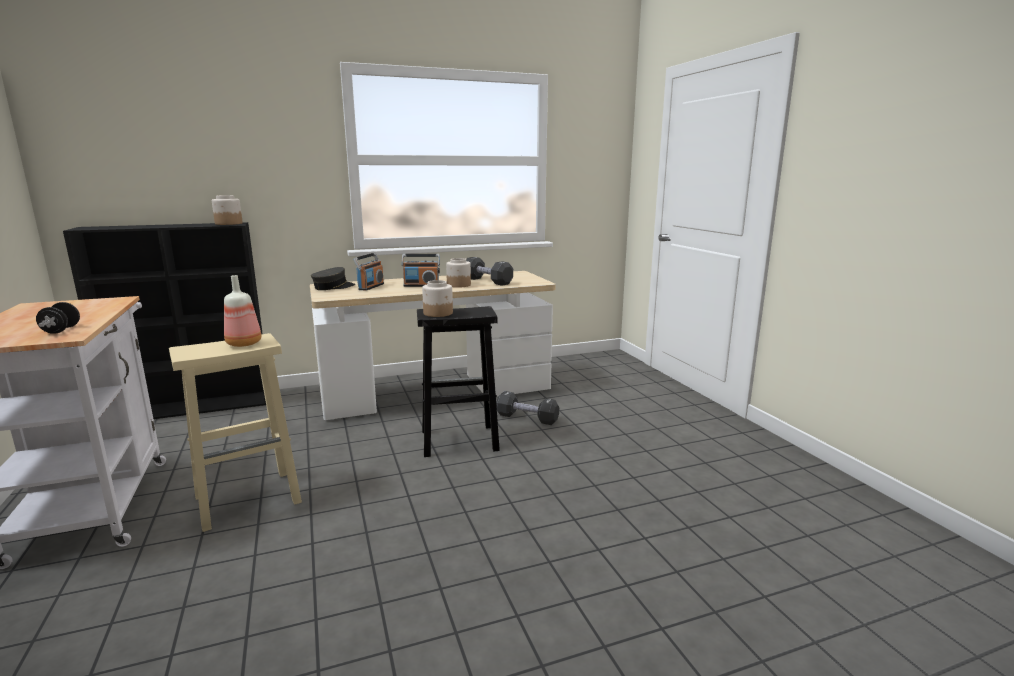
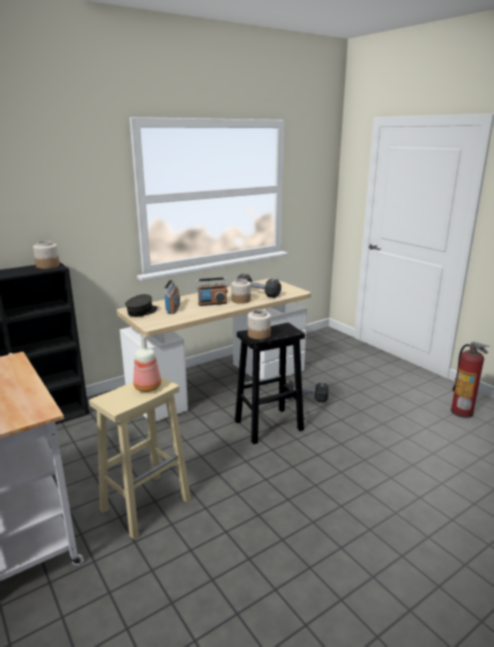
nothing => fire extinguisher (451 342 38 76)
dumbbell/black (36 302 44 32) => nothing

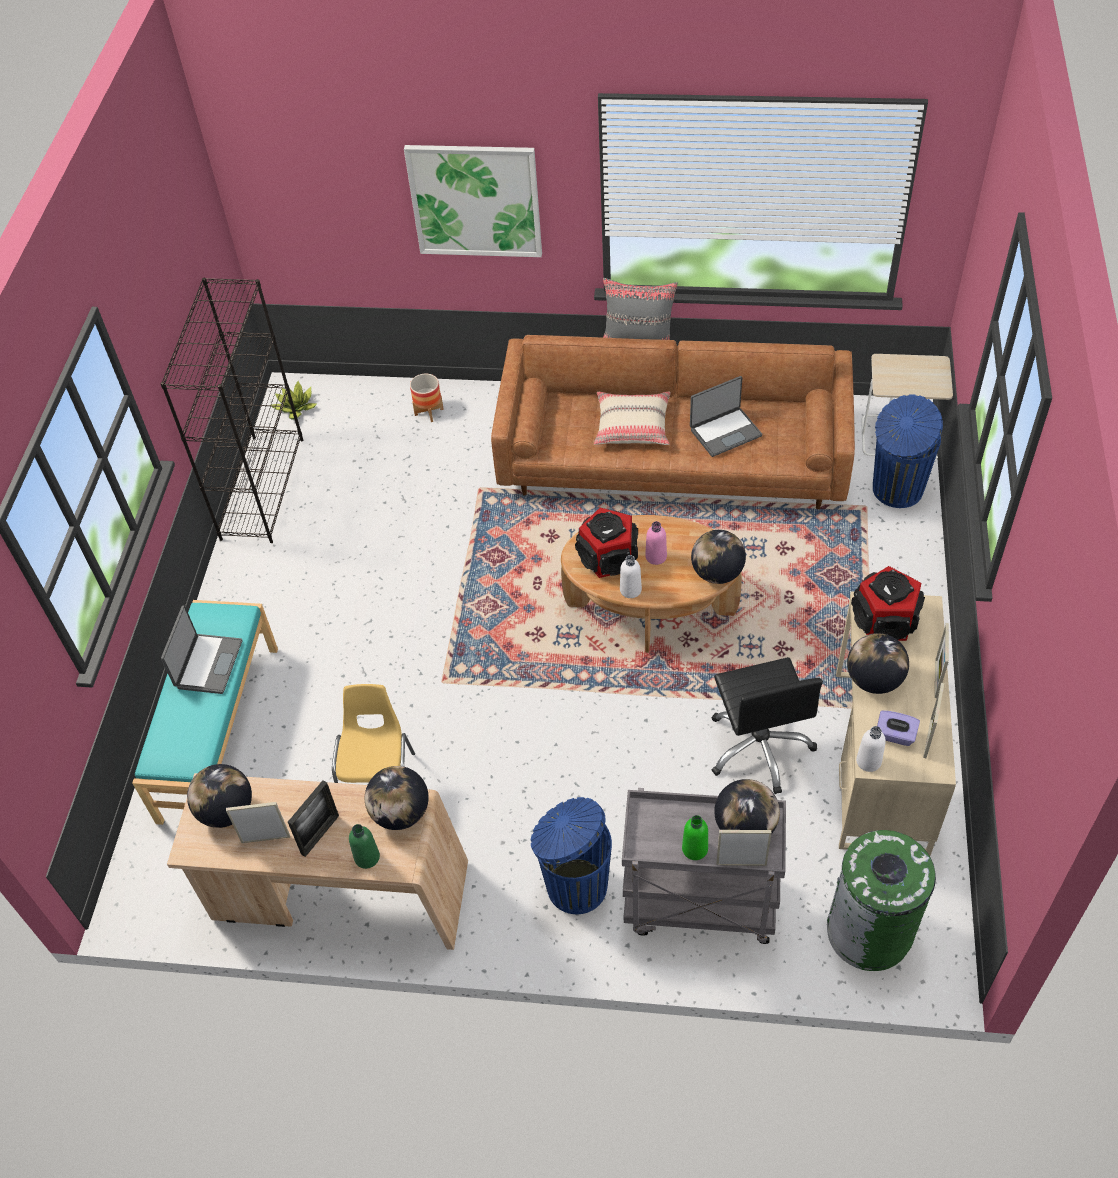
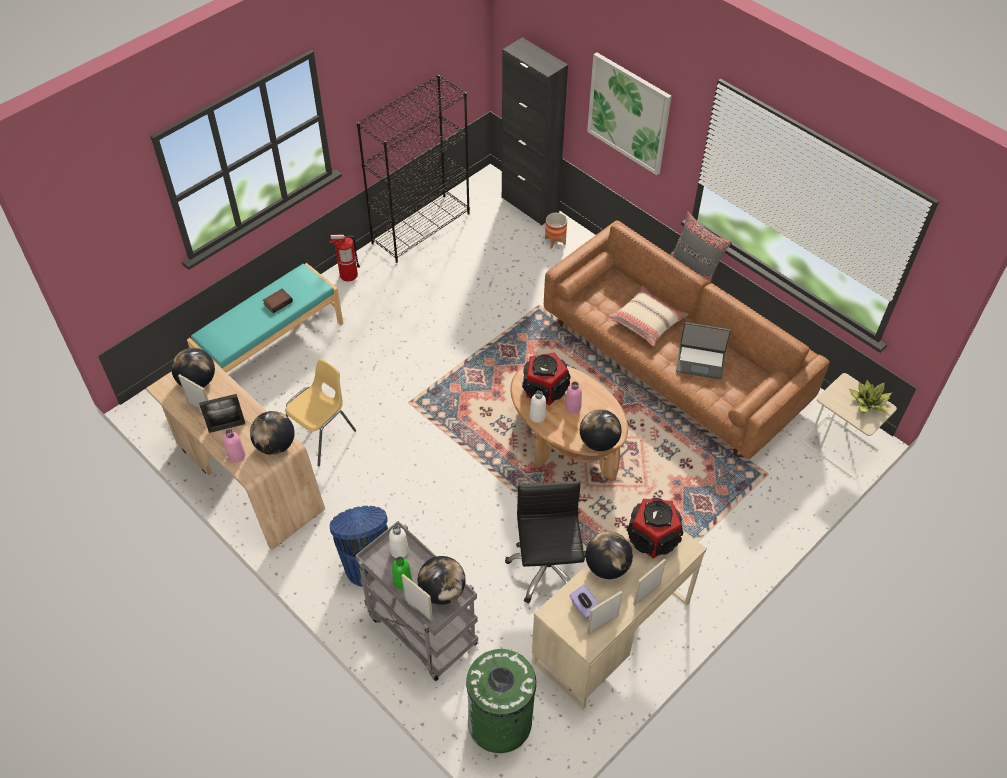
bottle/green (349 824 31 45) => bottle/pink (224 429 22 34)
laptop (161 605 81 89) => book (263 288 30 25)
nothing => fire extinguisher (330 235 30 46)
bottle/white (856 726 30 46) => bottle/white (389 525 20 33), relocated
nothing => cabinet/black (502 37 66 189)
office chair/black (711 657 112 137) => office chair/black (505 481 81 123), 150 degrees clockwise
potted plant (271 381 46 39) => potted plant (849 380 43 33), relocated
trash can/blue (873 395 70 113) => nothing

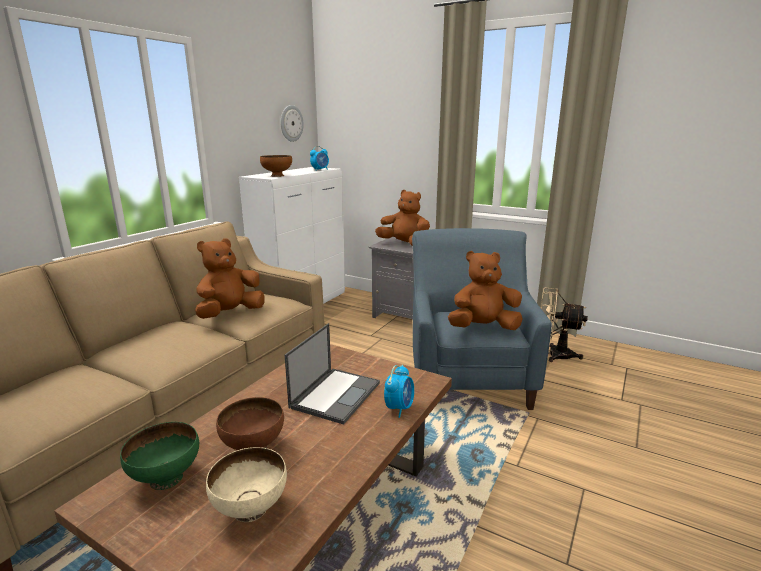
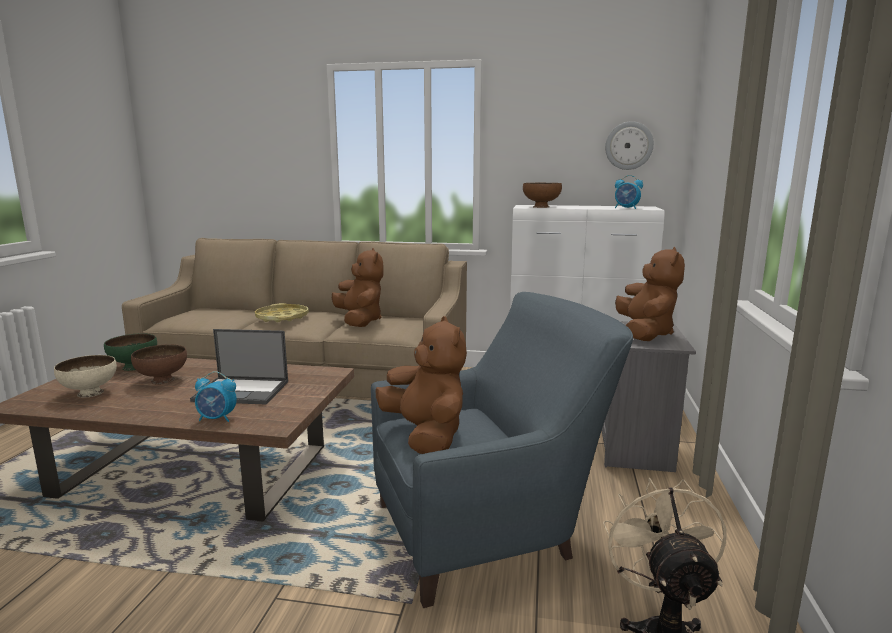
nothing => tray/yellow (255 303 54 19)
plush toy/brown (195 238 69 81) => plush toy/brown (332 248 52 79), 45 degrees clockwise

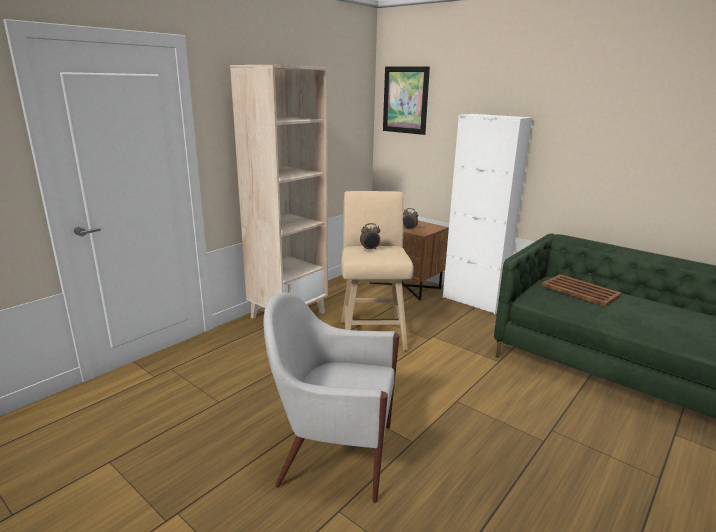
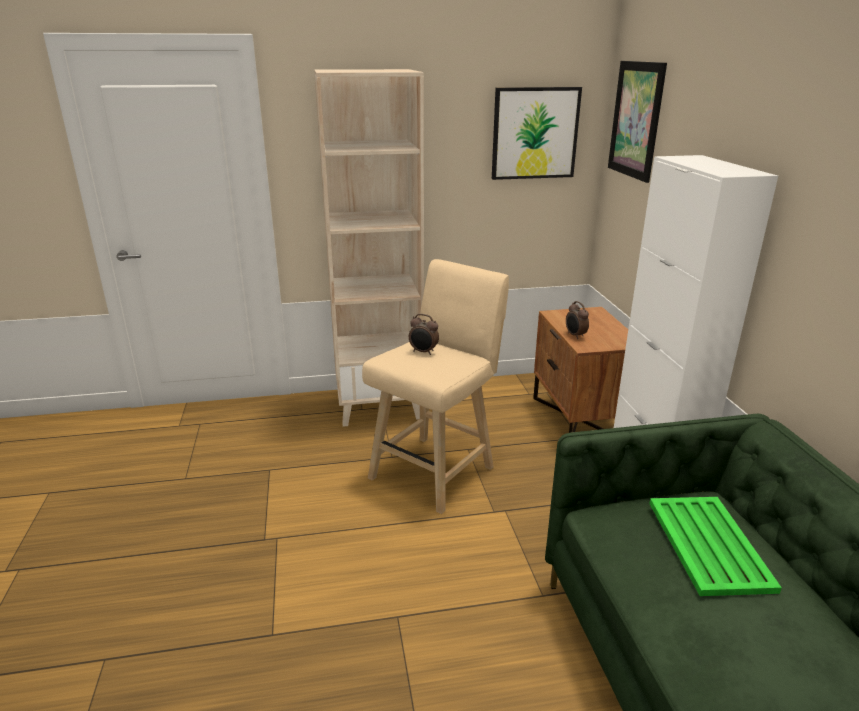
nothing => picture (492 87 90 93)
tray/brown (542 274 80 33) => tray/green (649 497 133 99)
armchair/white (263 292 136 211) => nothing

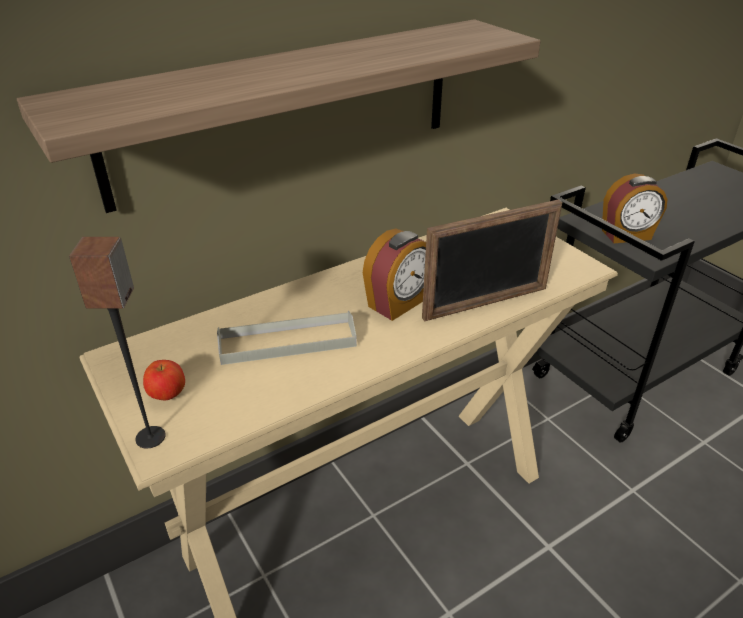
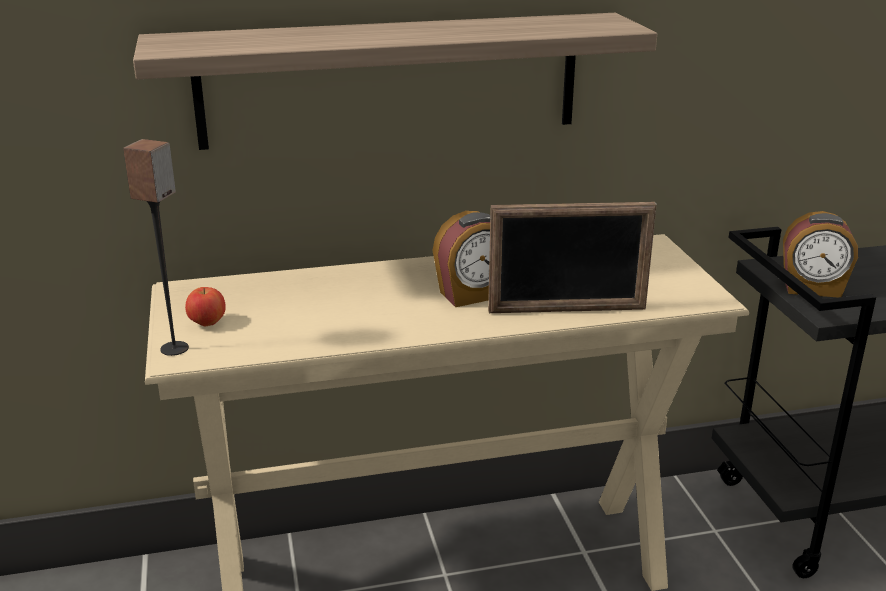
tray/grey (217 311 140 54) => nothing

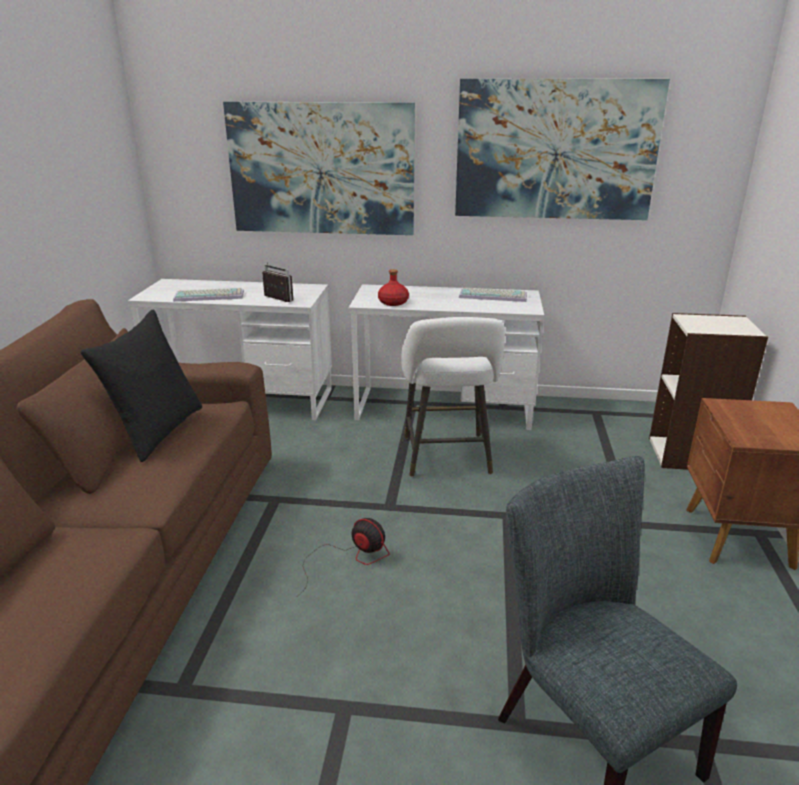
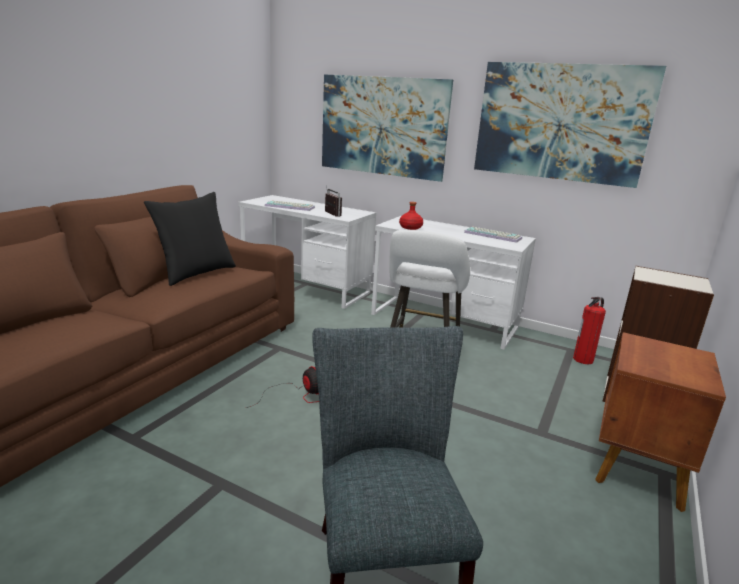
nothing => fire extinguisher (573 297 33 68)

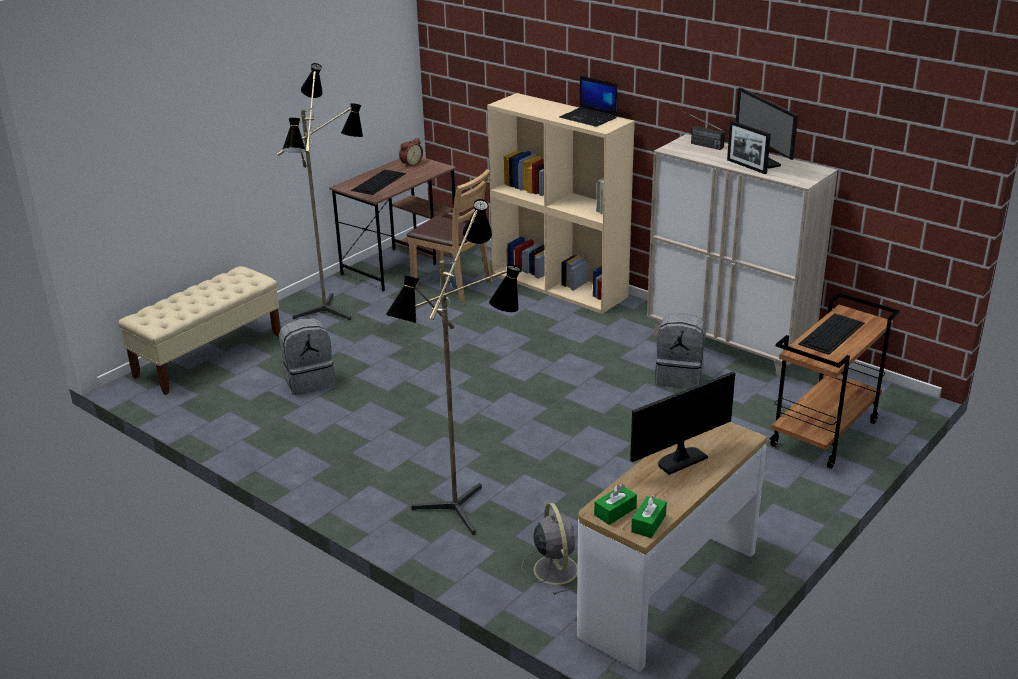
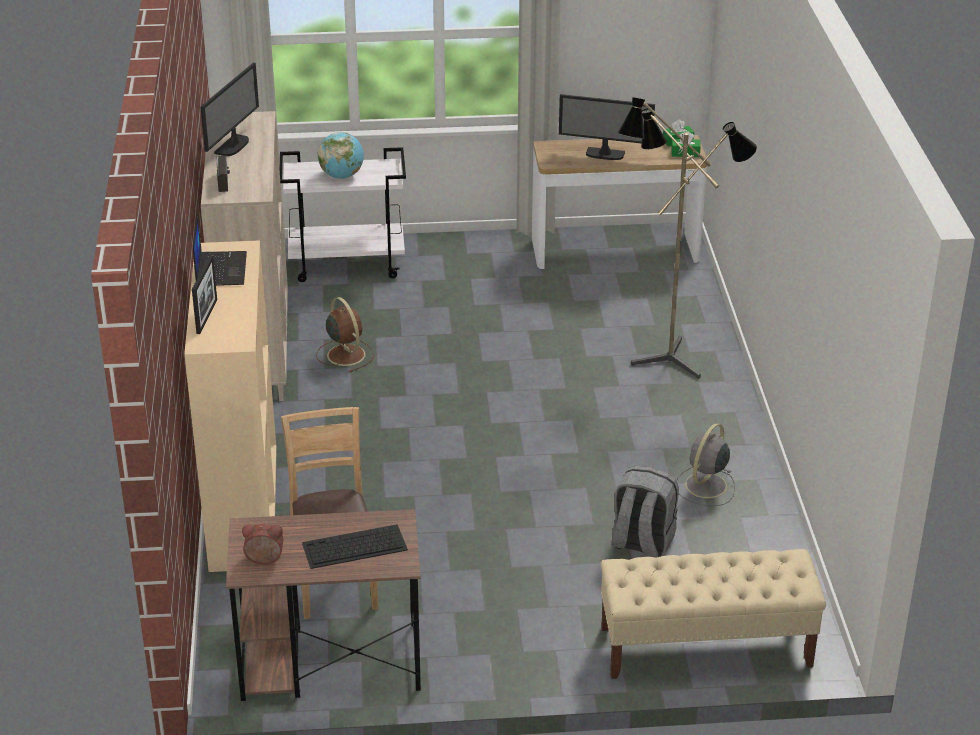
picture frame (727 121 44 53) => picture frame (192 256 25 78), relocated
cart/brown (770 292 130 177) => cart/white (279 147 127 135)
backpack/grey (655 314 51 75) => fan/brown (316 297 58 75)
keyboard (798 313 67 42) => globe (318 132 46 47)
fan/grey (521 503 57 92) => fan/grey (676 423 59 83), relocated
floor lamp (277 63 86 257) => nothing

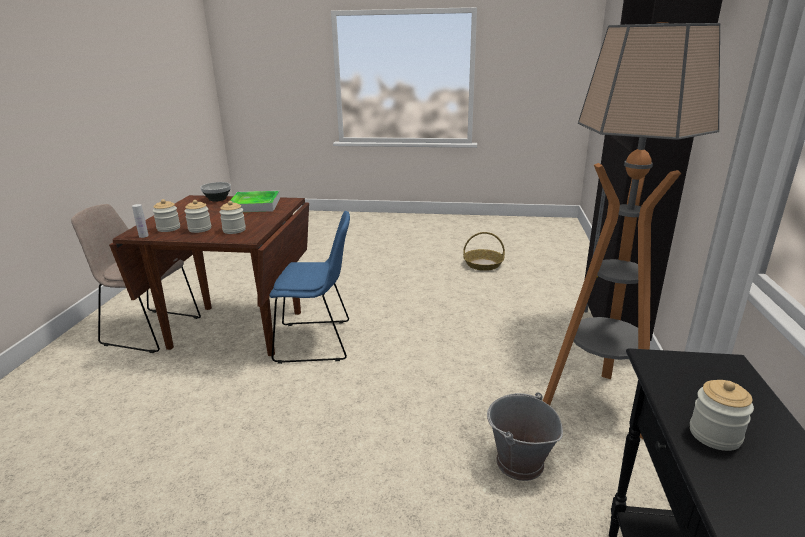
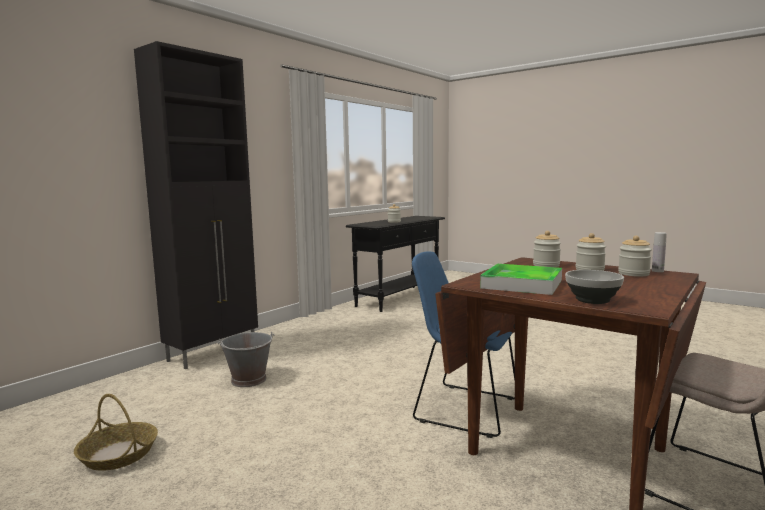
bucket/grey (487 392 76 89) => bucket/grey (218 331 56 56), relocated
floor lamp (543 22 177 417) => nothing

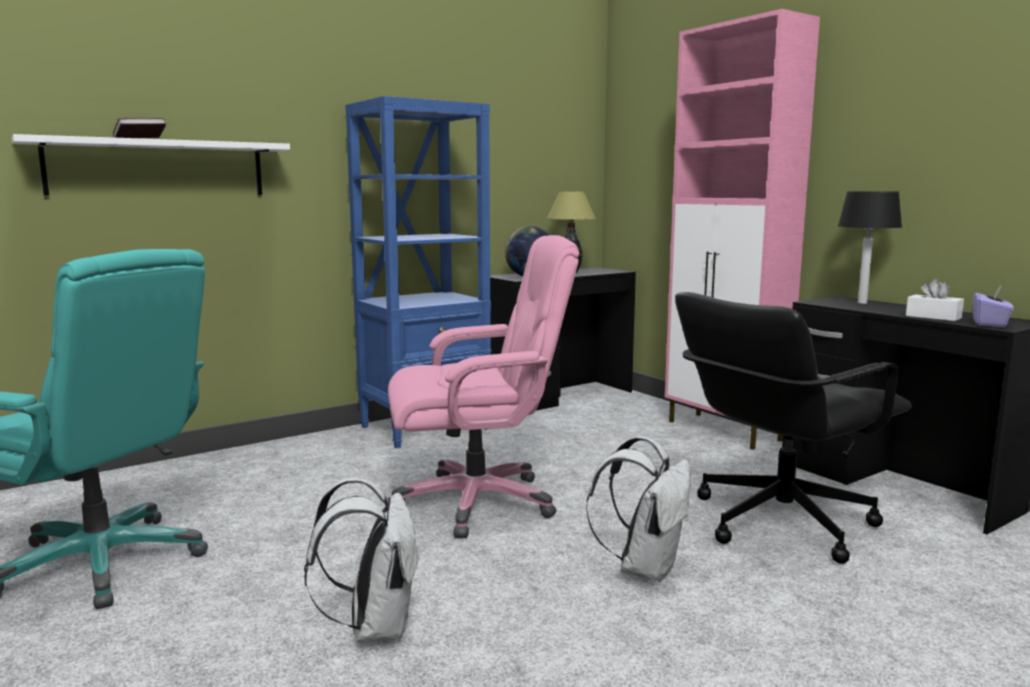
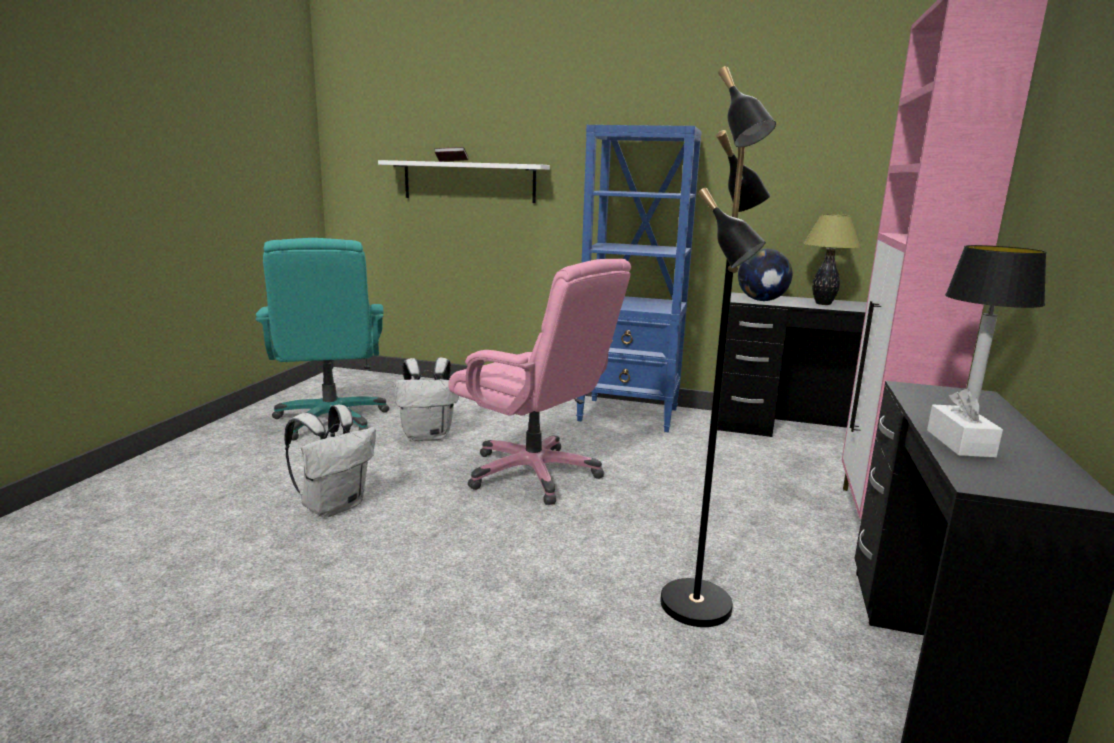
backpack/white (586 436 105 147) => backpack/white (395 357 64 84), relocated
office chair/black (675 292 237 272) => floor lamp/black (660 66 116 561)
tissue box/purple (973 286 41 41) => nothing

